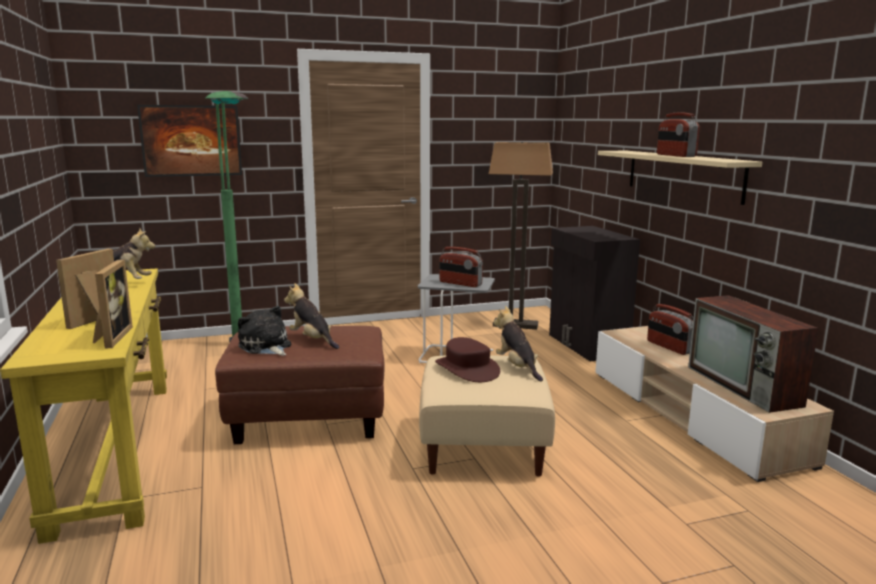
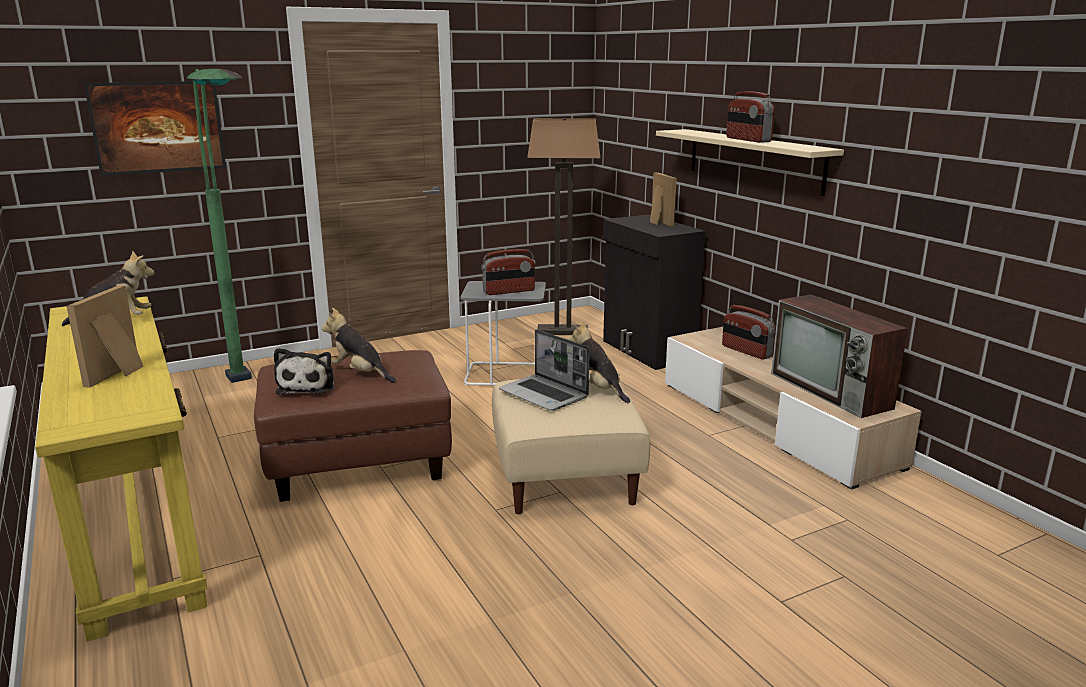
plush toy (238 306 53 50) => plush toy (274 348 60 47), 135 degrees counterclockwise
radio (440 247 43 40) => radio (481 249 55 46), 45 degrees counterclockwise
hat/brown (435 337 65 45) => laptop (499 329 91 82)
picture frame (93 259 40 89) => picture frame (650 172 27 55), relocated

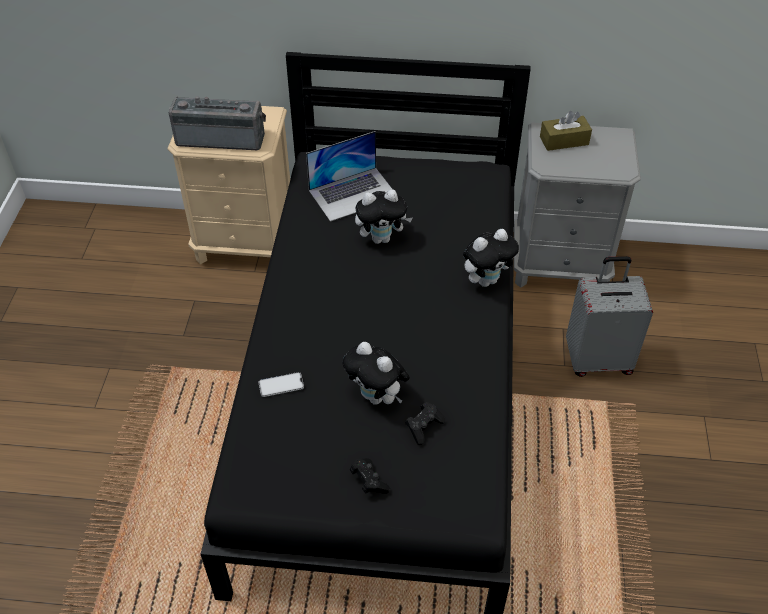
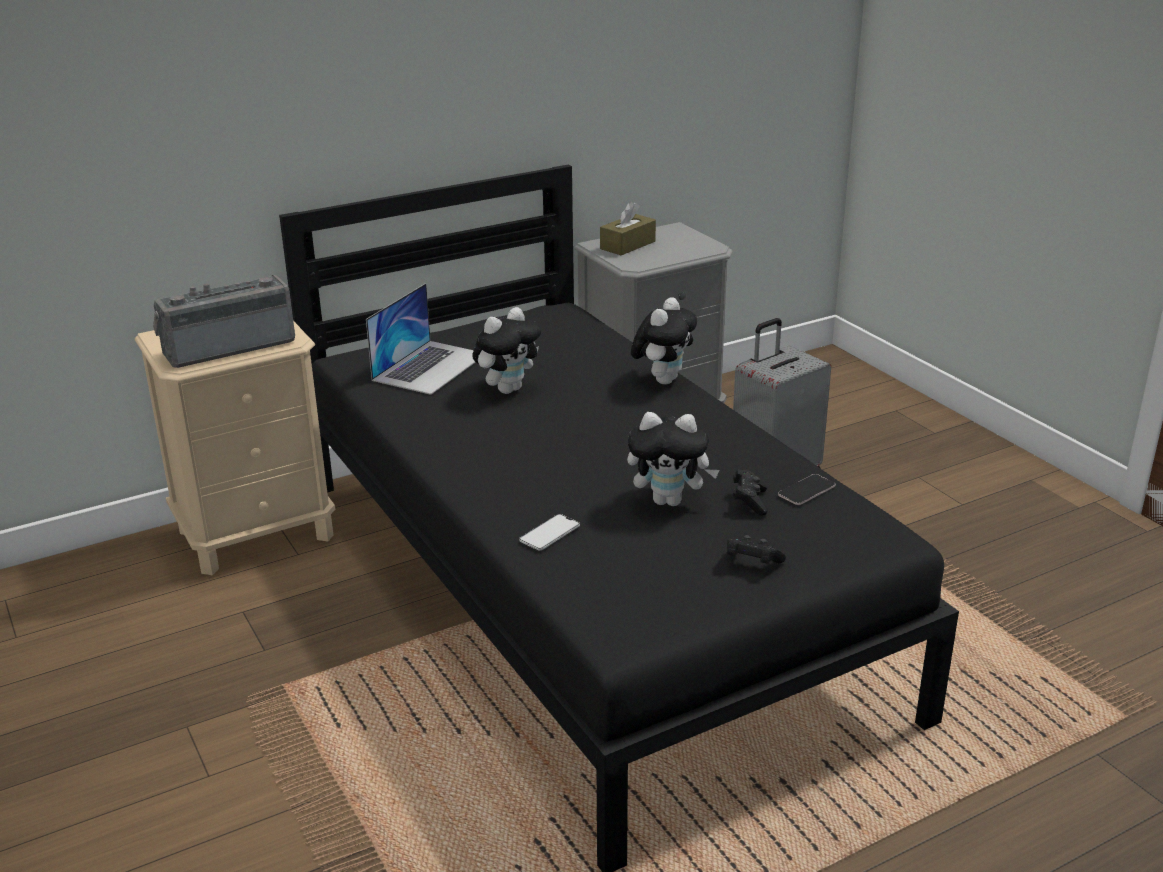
nothing => phone (778 474 58 31)

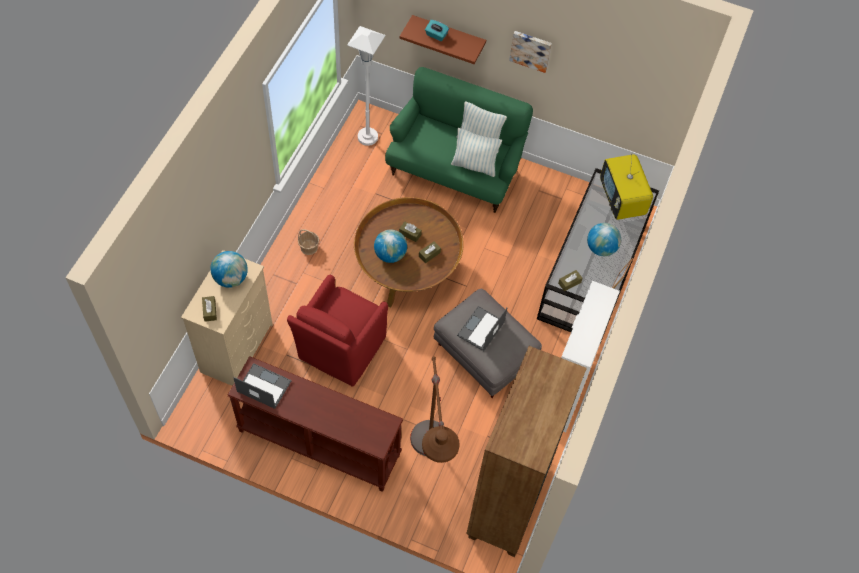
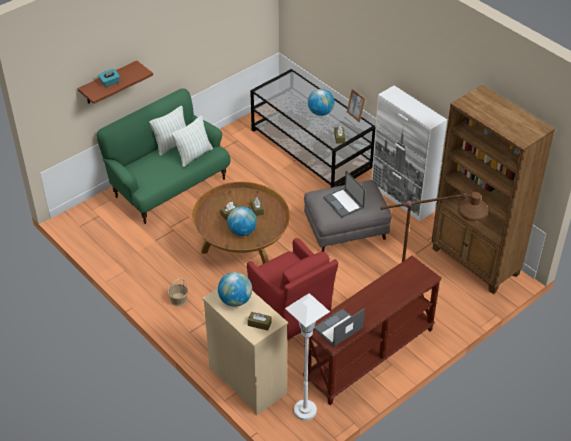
floor lamp/white (347 26 39 120) => floor lamp/white (285 293 45 128), relocated
picture (509 31 43 42) => nothing
television (600 153 53 67) => nothing

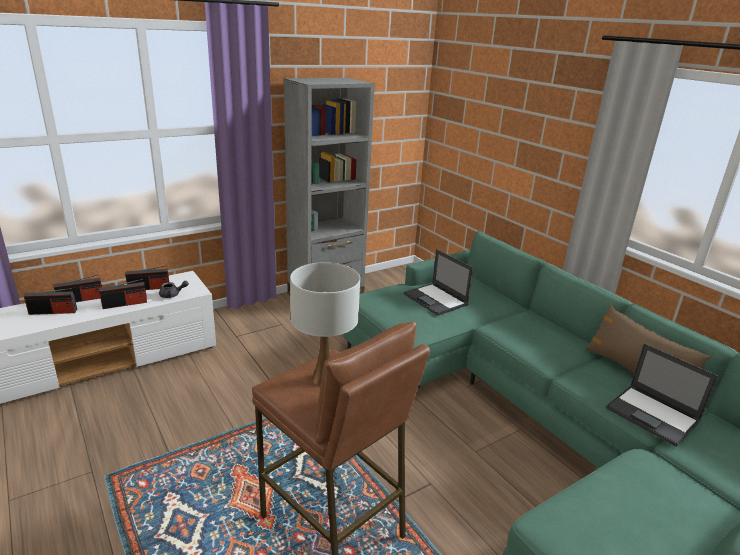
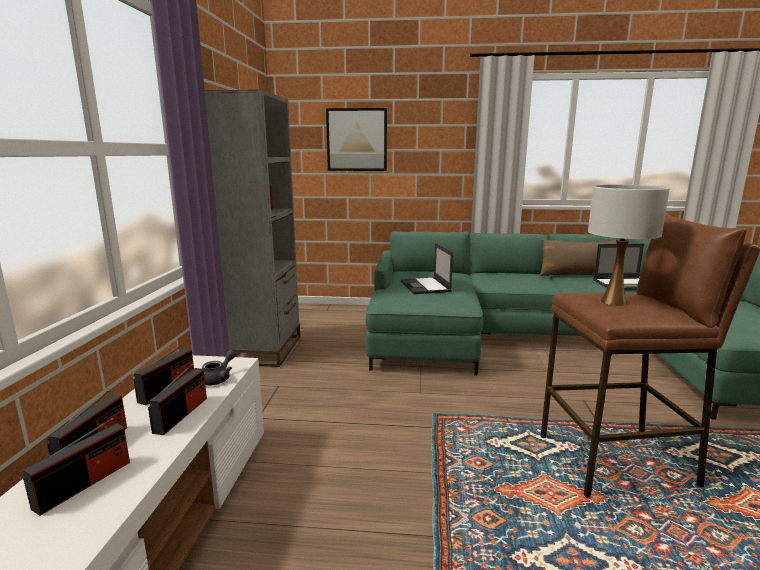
nothing => picture (326 108 61 63)
laptop (404 249 69 67) => laptop (401 243 52 51), 75 degrees clockwise

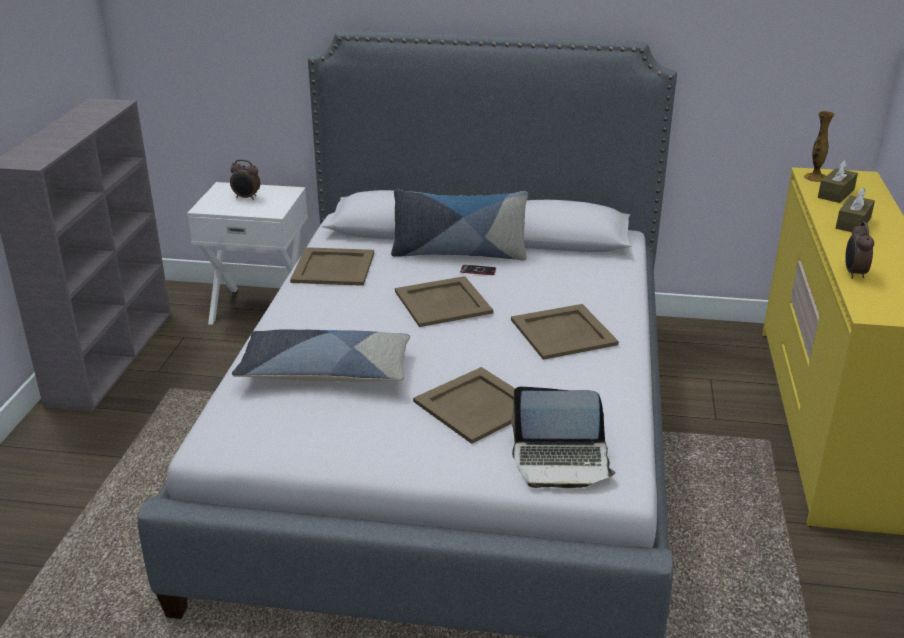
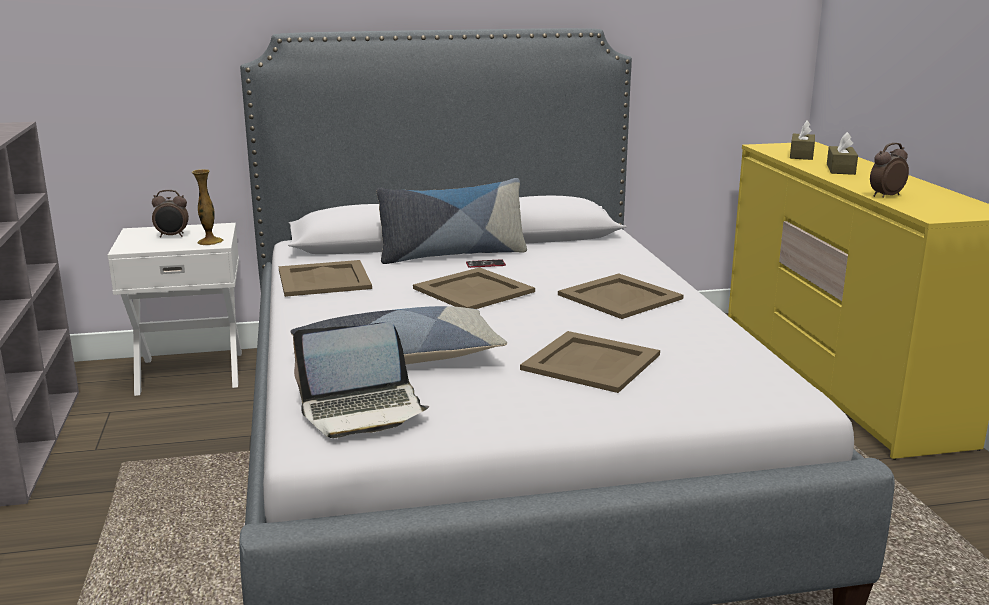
vase (804 111 31 71) => vase (192 169 31 76), relocated
laptop (511 387 105 101) => laptop (293 322 136 116), relocated
alarm clock (845 222 29 57) => alarm clock (870 143 39 55), 75 degrees clockwise

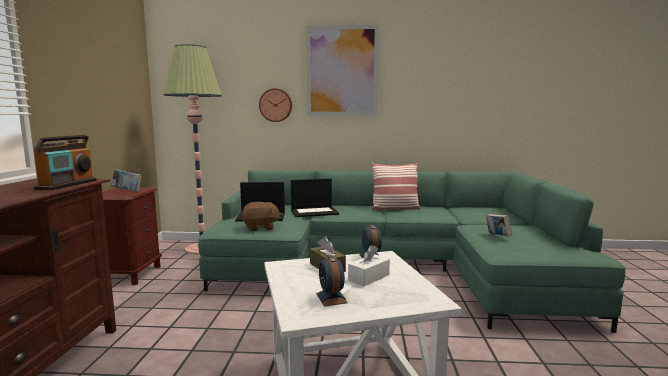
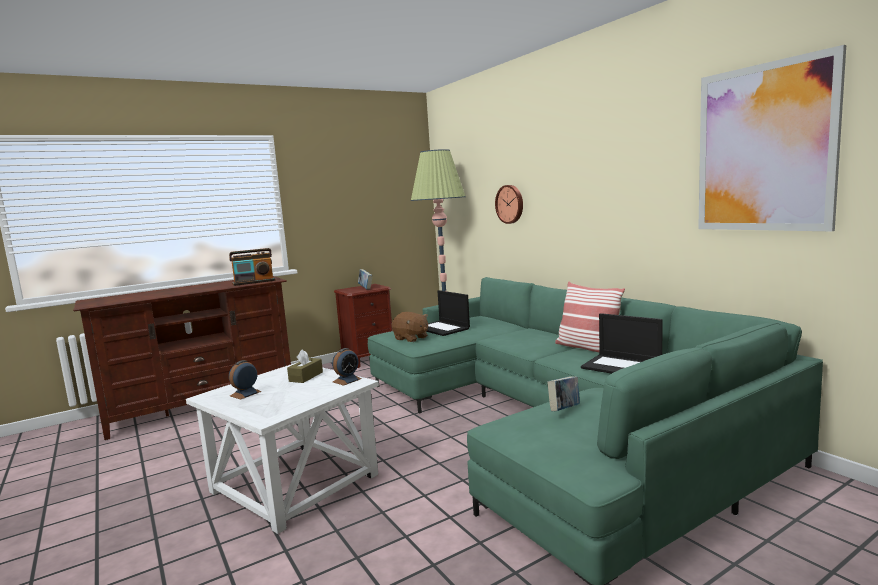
laptop (291 179 48 38) => laptop (581 313 82 61), relocated
picture (306 25 73 91) => picture (698 45 148 186), relocated
tissue box/white (348 245 42 41) => nothing

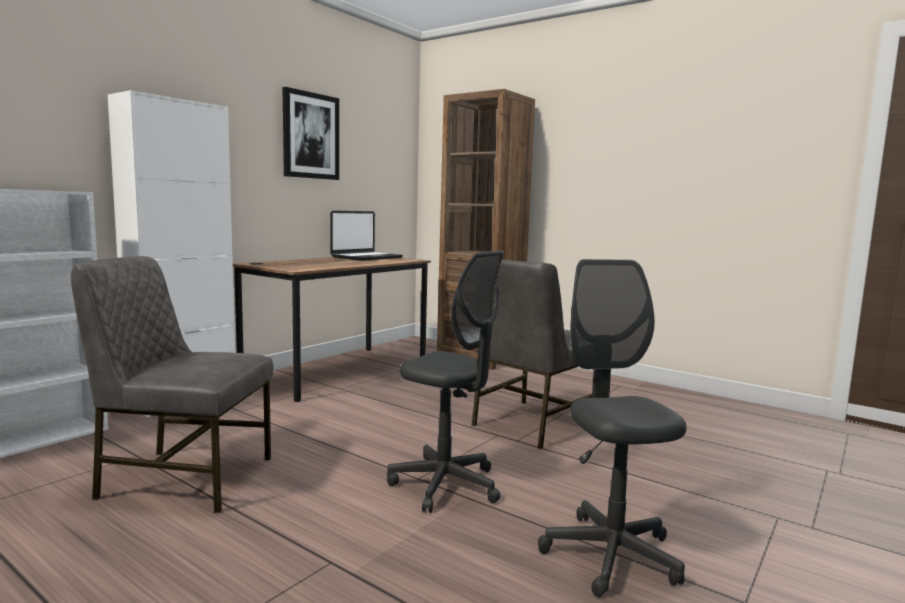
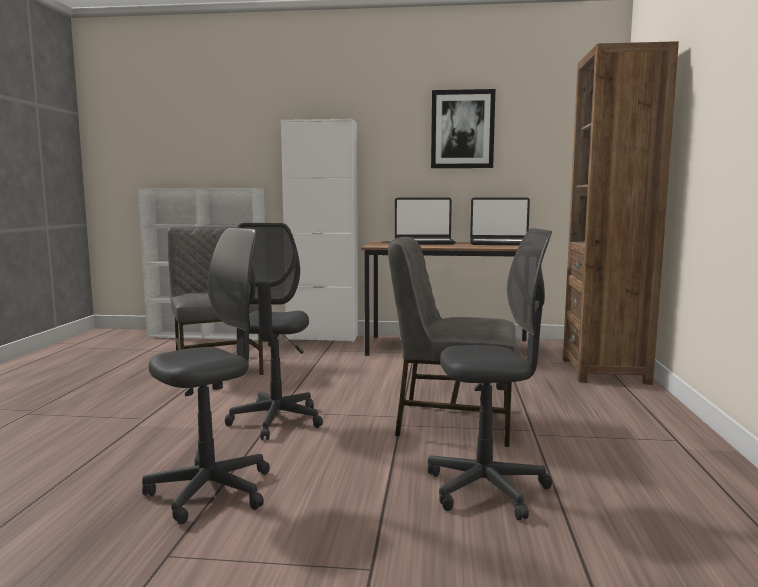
nothing => laptop (395 198 61 47)
nothing => office chair/grey (428 228 124 293)

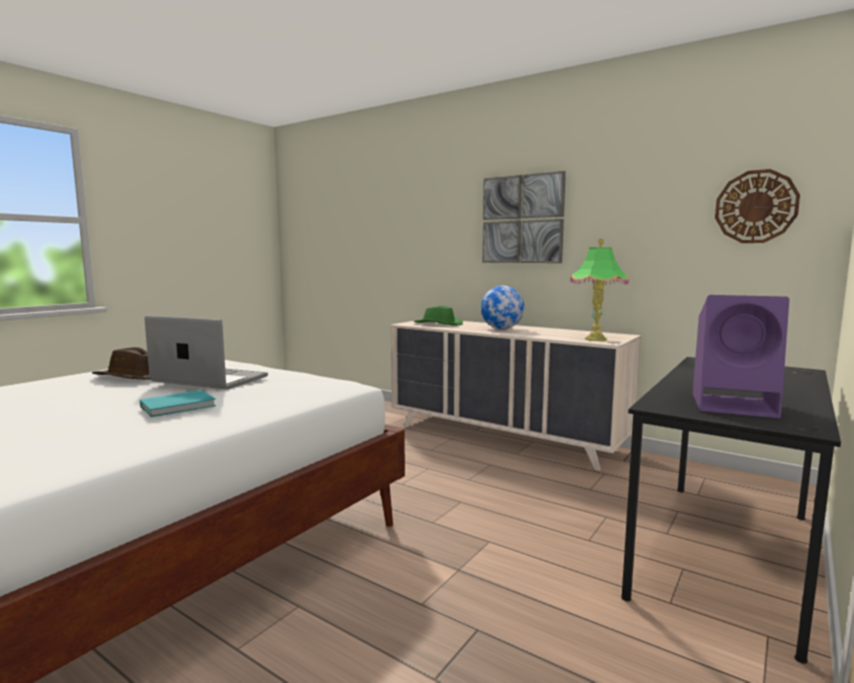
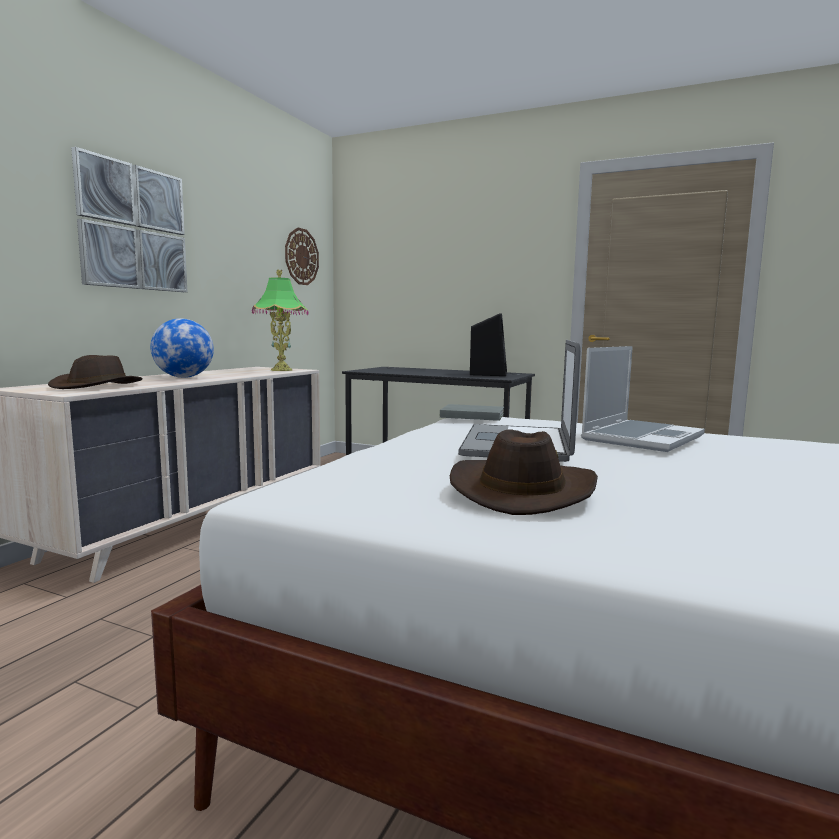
hat/green (414 306 49 20) => hat/brown (48 355 95 34)
nothing => book/grey (440 404 64 17)
speaker/purple (693 295 96 123) => speaker/black (470 313 37 63)
book/turquoise (140 390 76 27) => laptop (581 346 124 106)

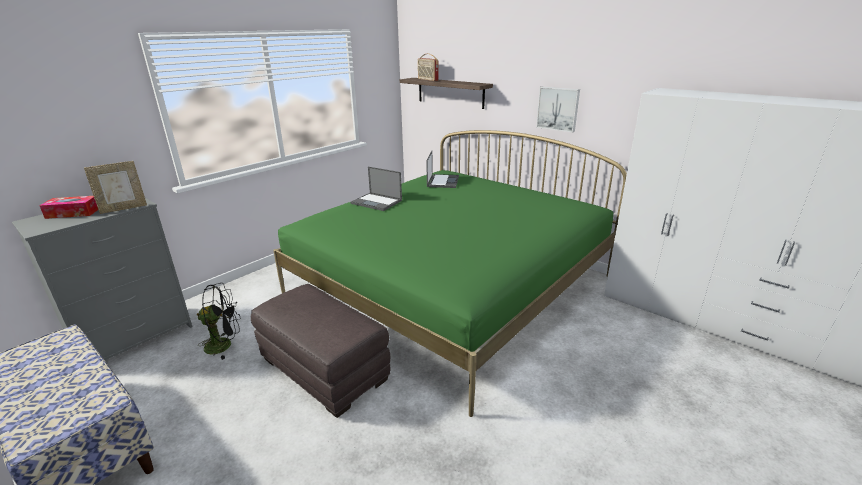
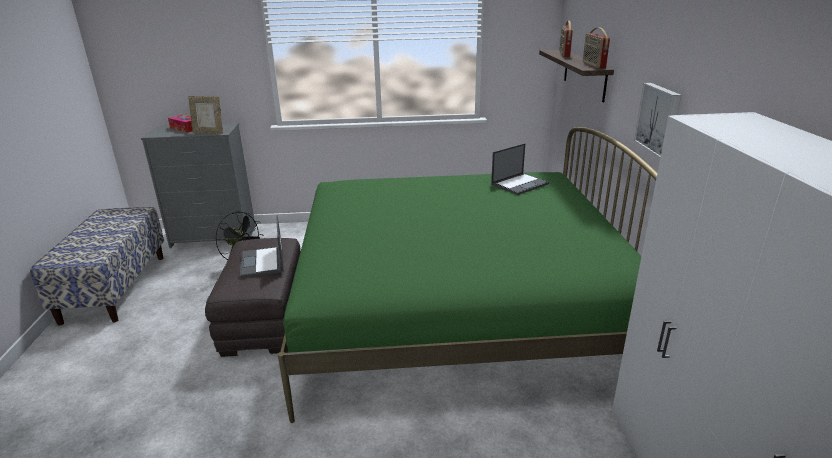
laptop (351 167 51 44) => laptop (240 215 44 63), relocated
nothing => radio (583 27 27 42)

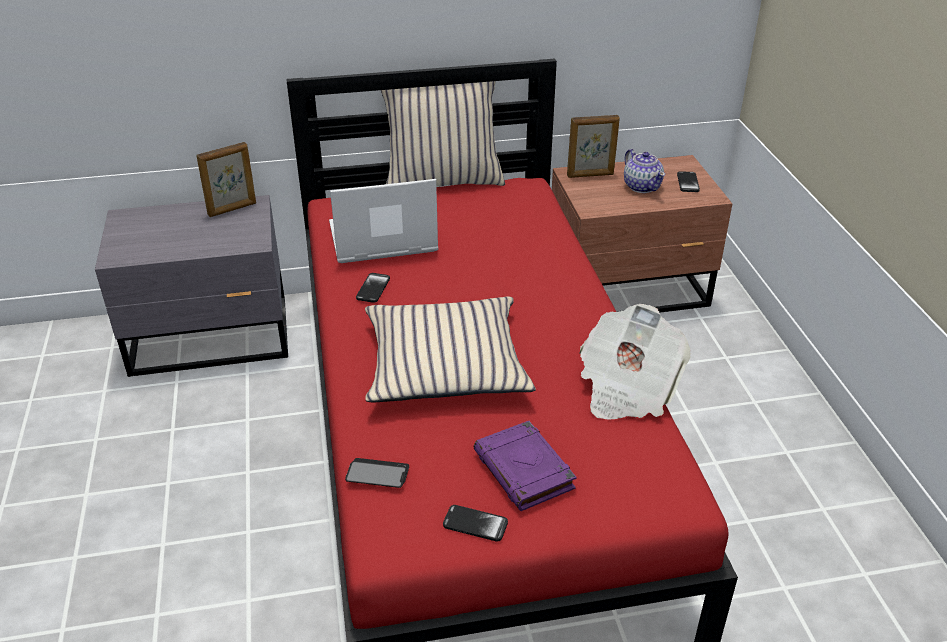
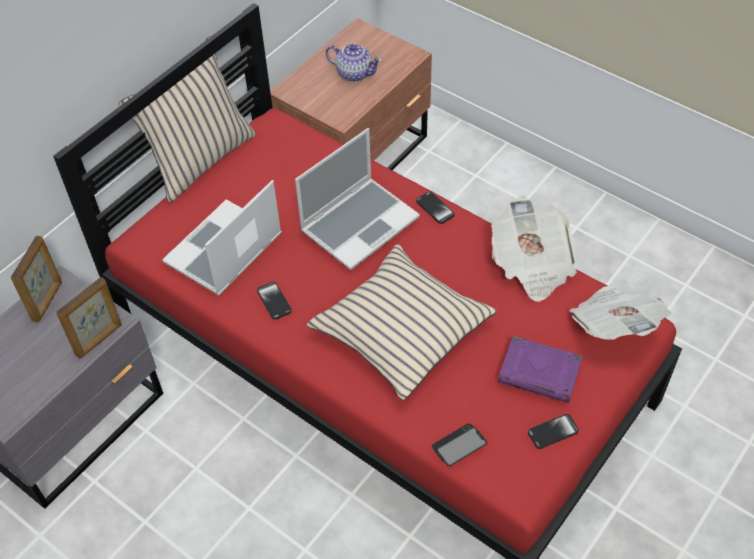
picture frame (567 115 53 63) => picture frame (56 277 66 82), relocated
nothing => laptop (295 128 125 142)
phone (677 171 23 21) => phone (416 192 39 32), relocated
nothing => newspaper (569 286 102 54)

